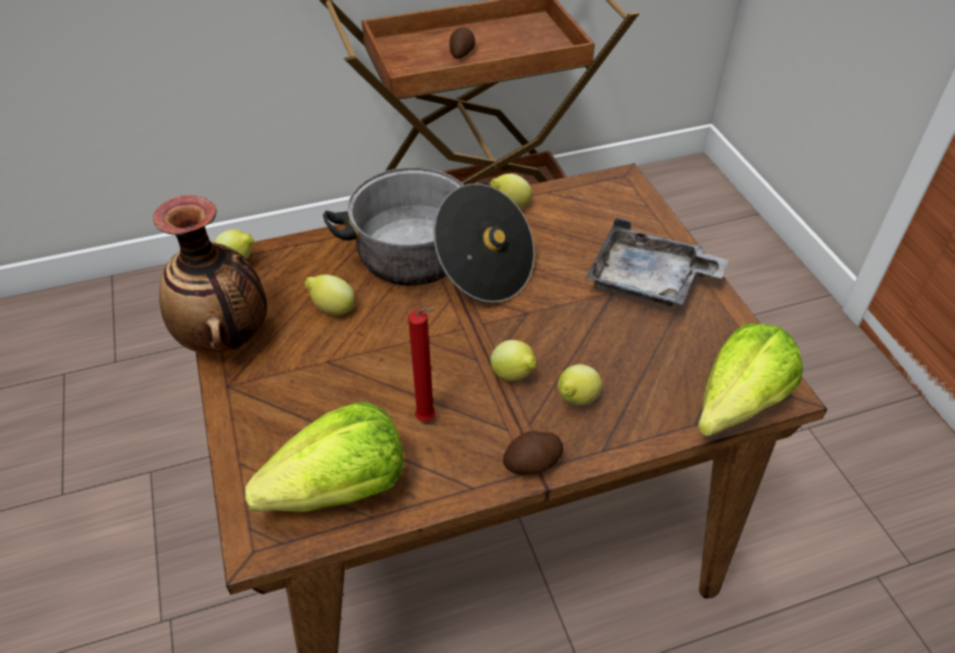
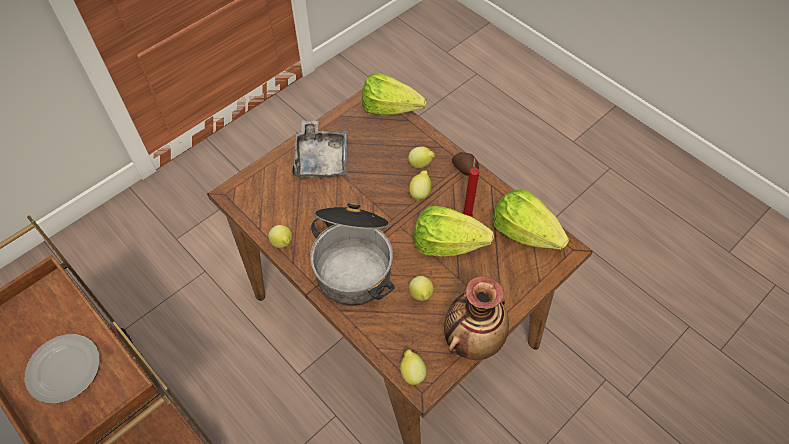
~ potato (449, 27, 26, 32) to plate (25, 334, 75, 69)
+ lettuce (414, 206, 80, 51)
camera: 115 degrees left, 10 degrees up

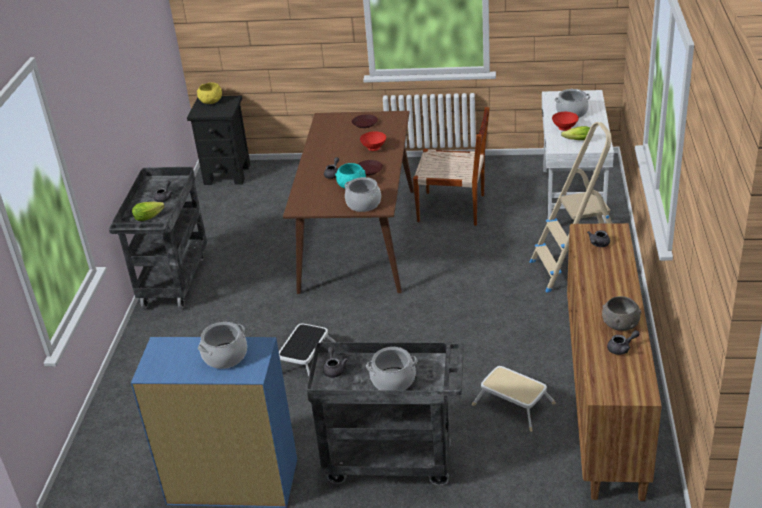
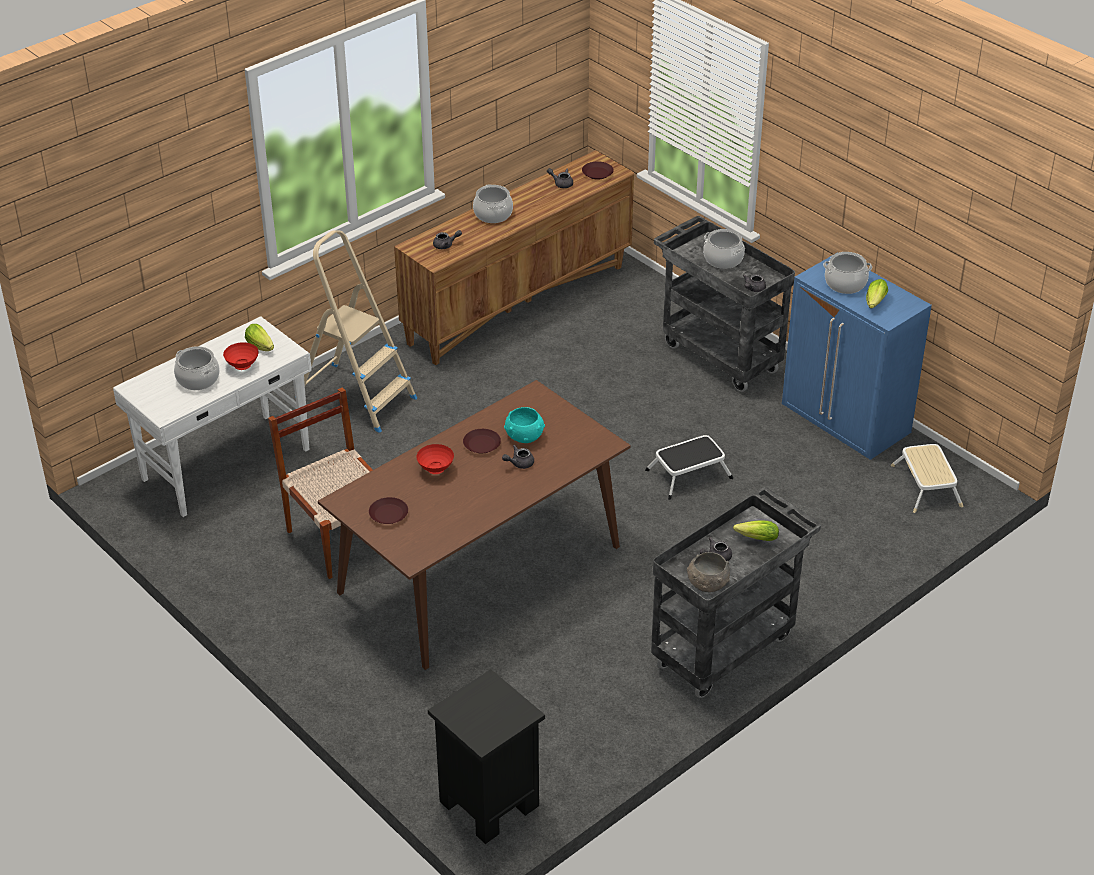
- bowl/yellow (197, 82, 25, 22)
~ cooking pot (345, 177, 36, 35) to (473, 184, 40, 39)
~ step ladder/beige (472, 366, 84, 66) to (890, 444, 73, 69)
~ bowl/grey (602, 296, 39, 35) to (687, 552, 43, 40)
+ plate/brown (582, 161, 31, 19)
+ lettuce (866, 279, 22, 29)
camera: 140 degrees left, 5 degrees up

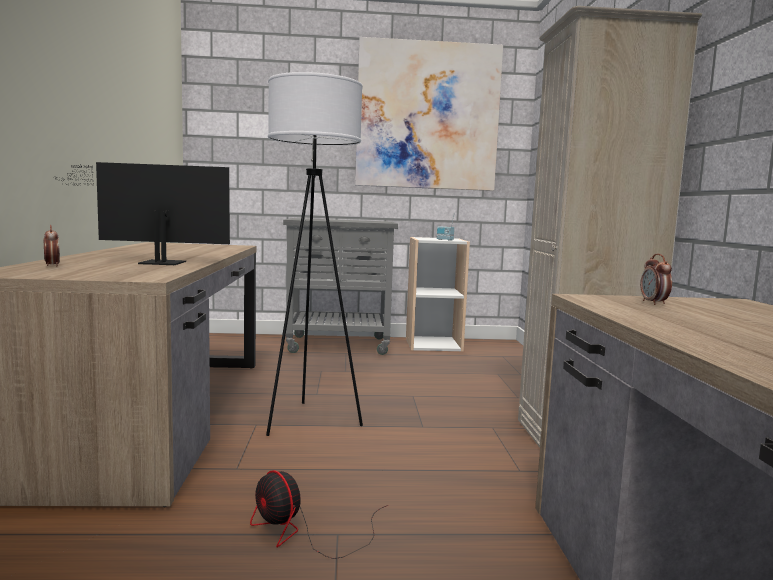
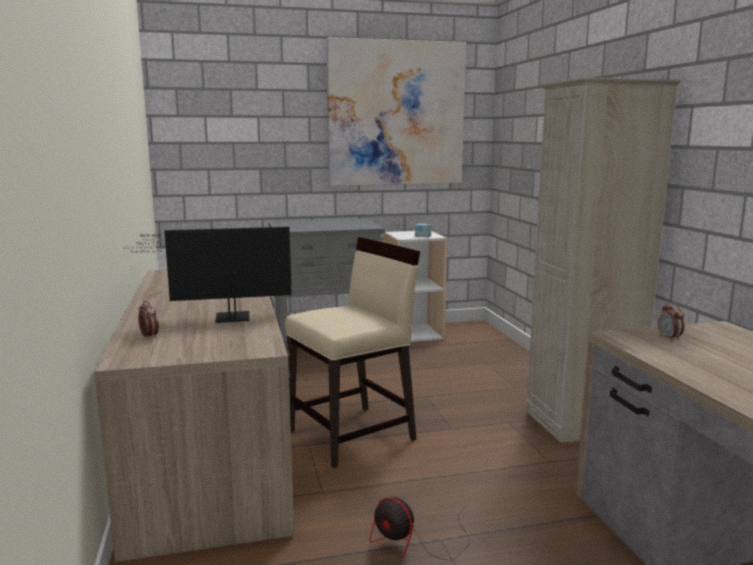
~ floor lamp/white (266, 72, 97, 364) to chair/beige (285, 237, 135, 231)
camera: 10 degrees left, 5 degrees up

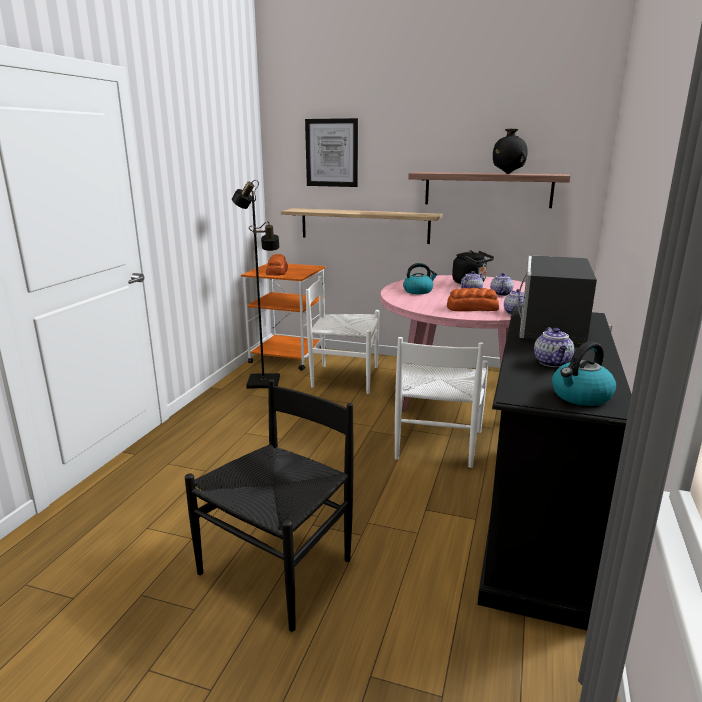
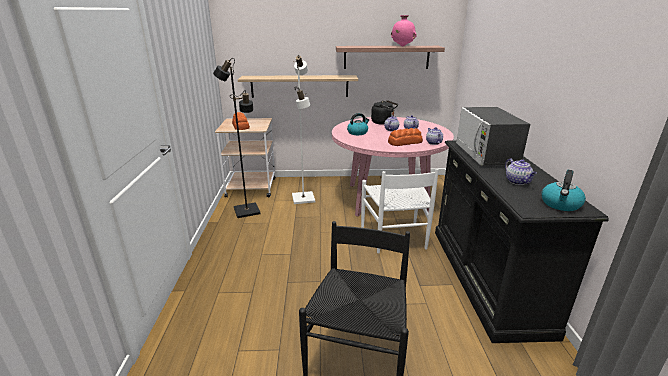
~ cart/orange (241, 263, 85, 108) to cart/beige (215, 118, 61, 79)
- picture (305, 118, 53, 69)
~ chair/white (306, 276, 73, 118) to floor lamp/white (292, 56, 23, 148)
~ vase/black (493, 129, 35, 45) to vase/pink (391, 15, 26, 31)
camera: 20 degrees left, 5 degrees up

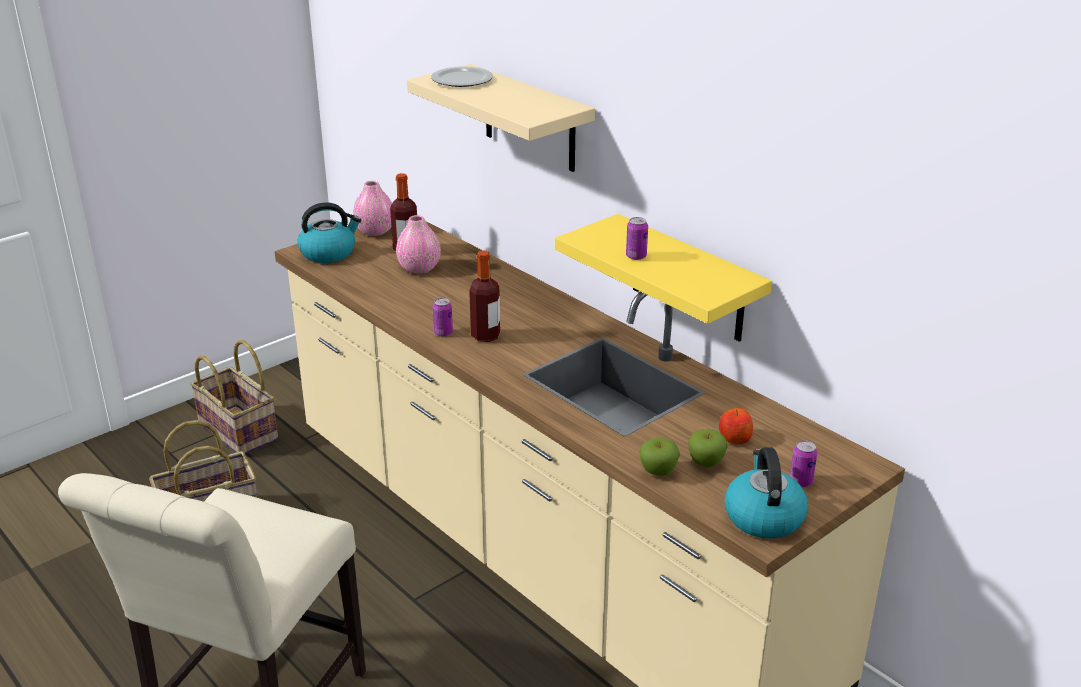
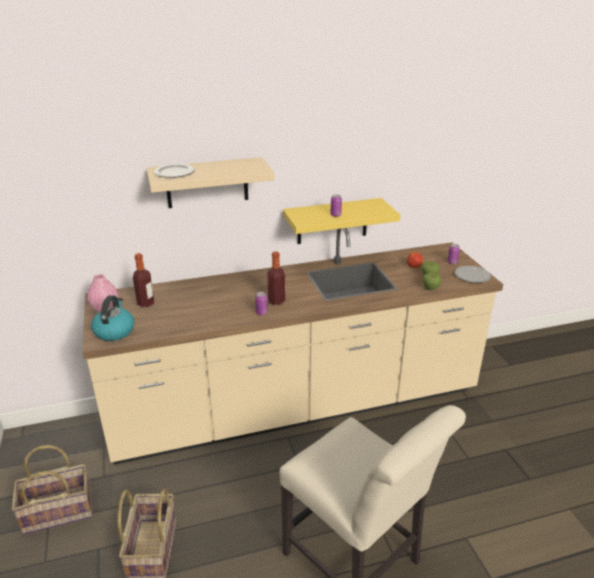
- vase/pink (396, 215, 45, 59)
~ kettle (725, 447, 83, 92) to plate (455, 266, 36, 17)
camera: 65 degrees left, 0 degrees up

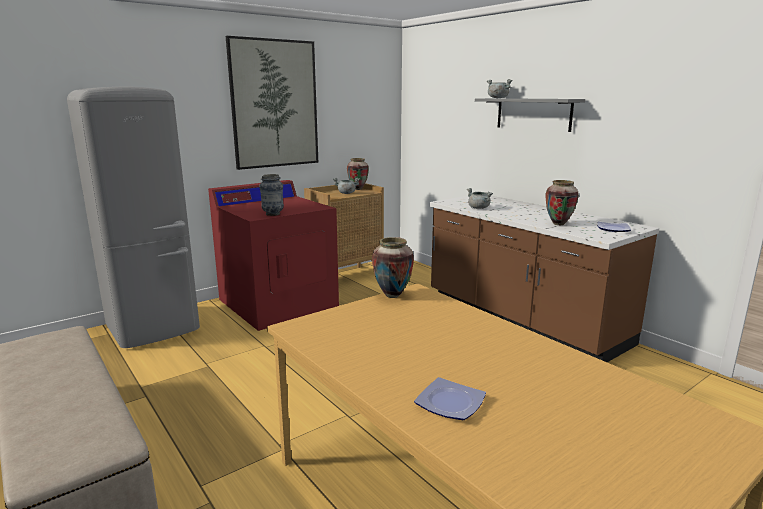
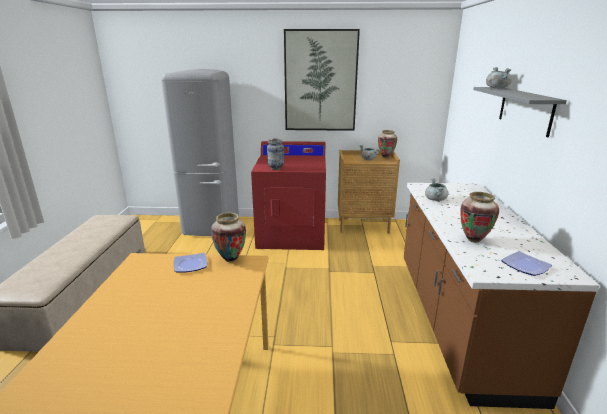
~ plate (414, 377, 72, 43) to (173, 253, 34, 20)
camera: 40 degrees right, 5 degrees up

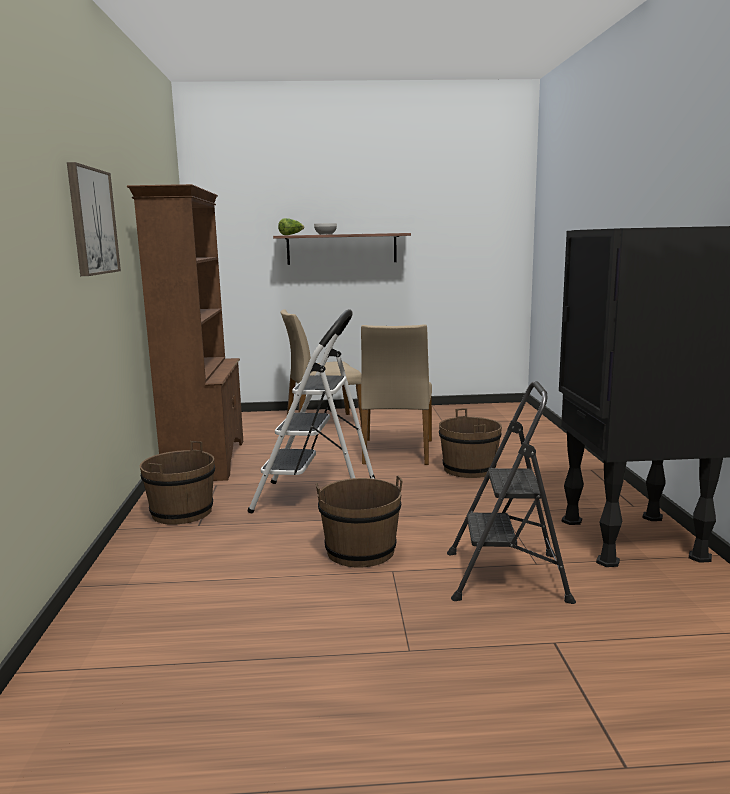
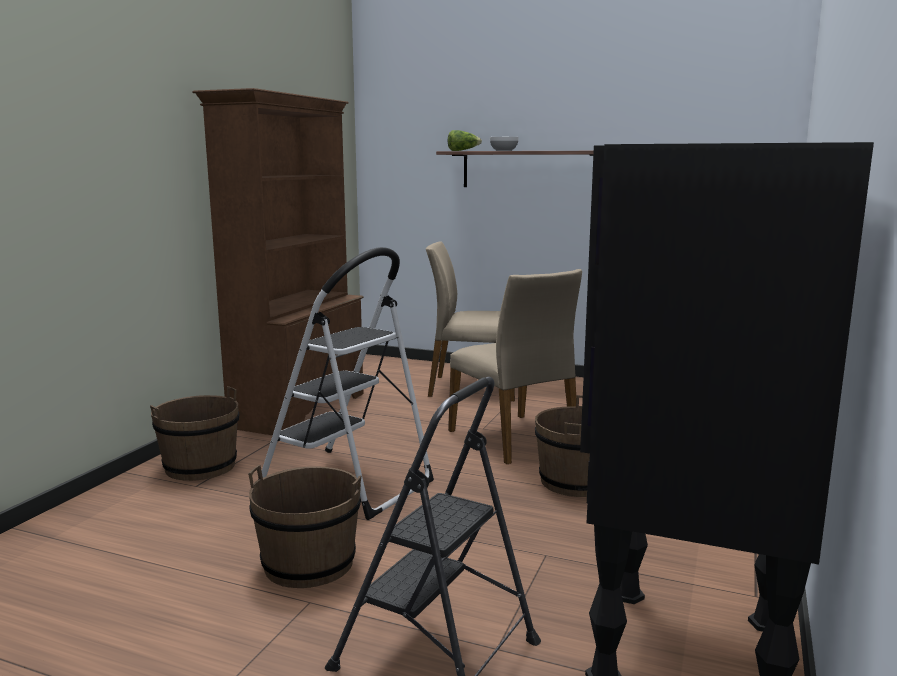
- picture (67, 162, 54, 114)
~ chair/beige (361, 324, 71, 141) = (448, 269, 134, 195) 60 degrees counterclockwise
camera: 25 degrees right, 0 degrees up

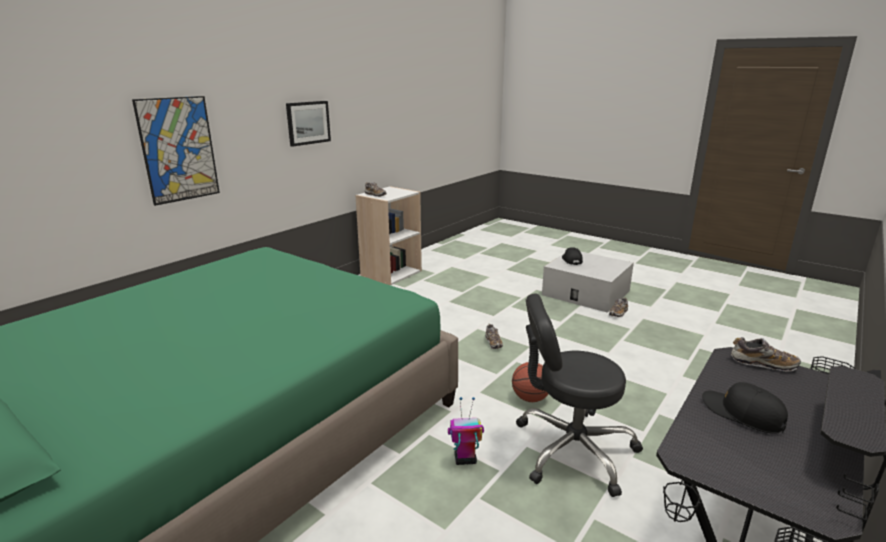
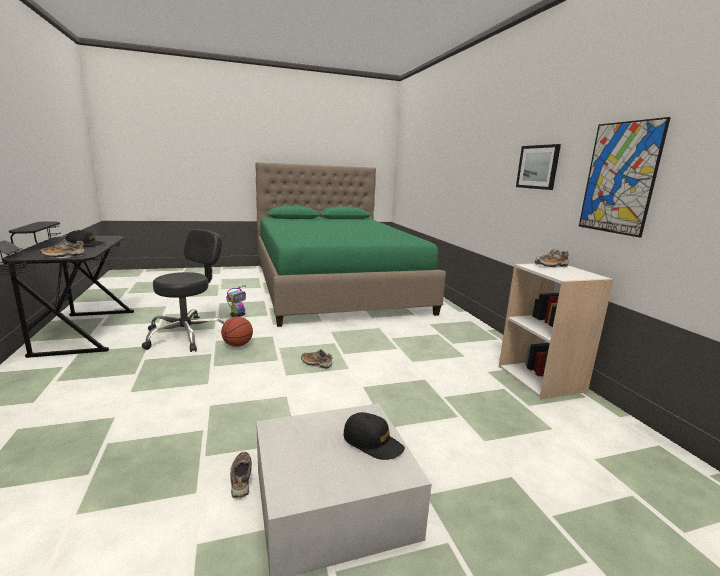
~ picture (132, 96, 88, 110) to (579, 117, 92, 121)
camera: 125 degrees right, 5 degrees down

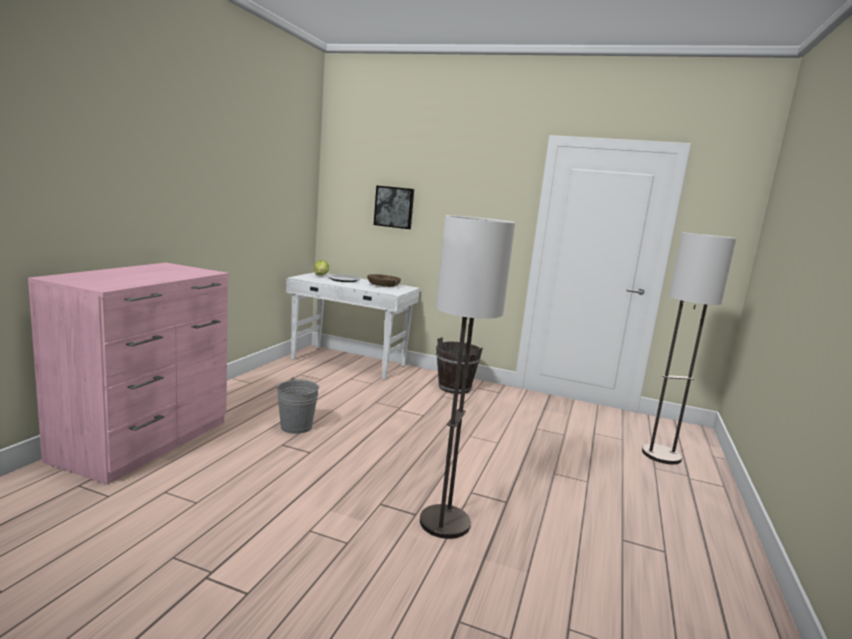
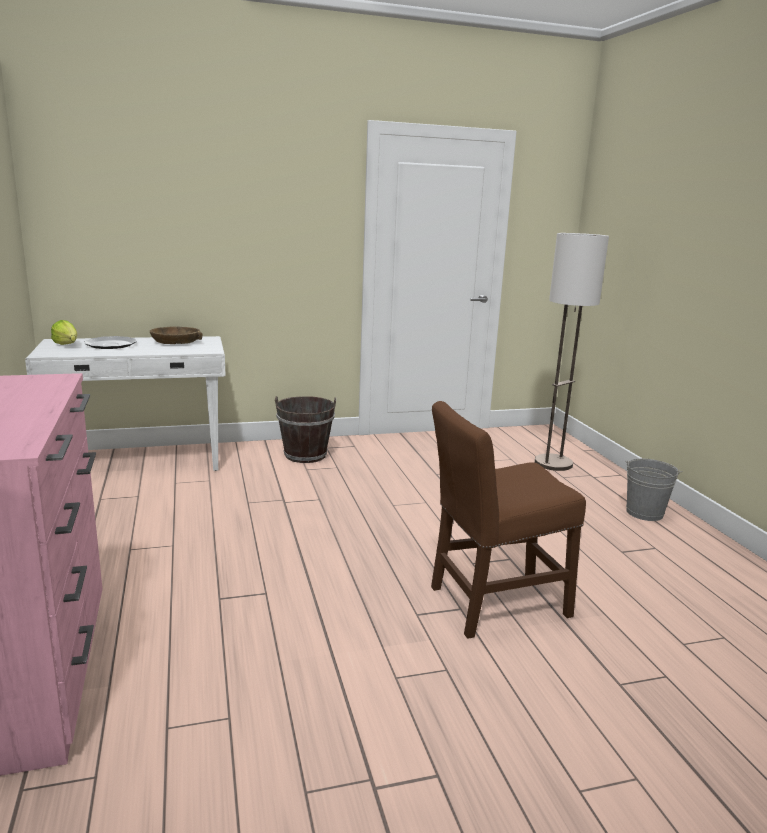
~ bucket/grey (277, 377, 42, 57) to (625, 458, 57, 63)
- picture (374, 185, 40, 44)
~ floor lamp (420, 215, 95, 324) to chair/brown (431, 401, 155, 238)
camera: 35 degrees left, 5 degrees up

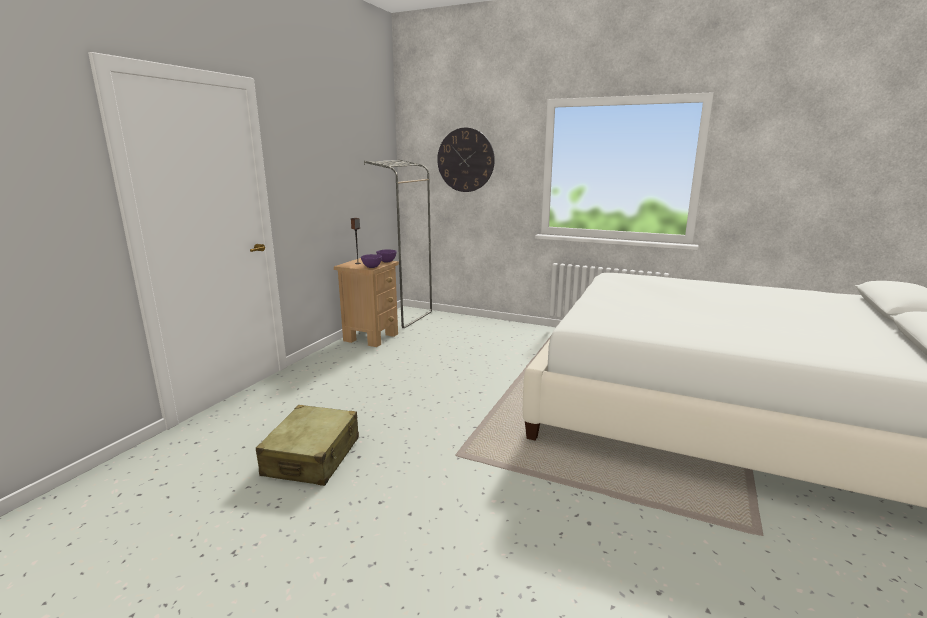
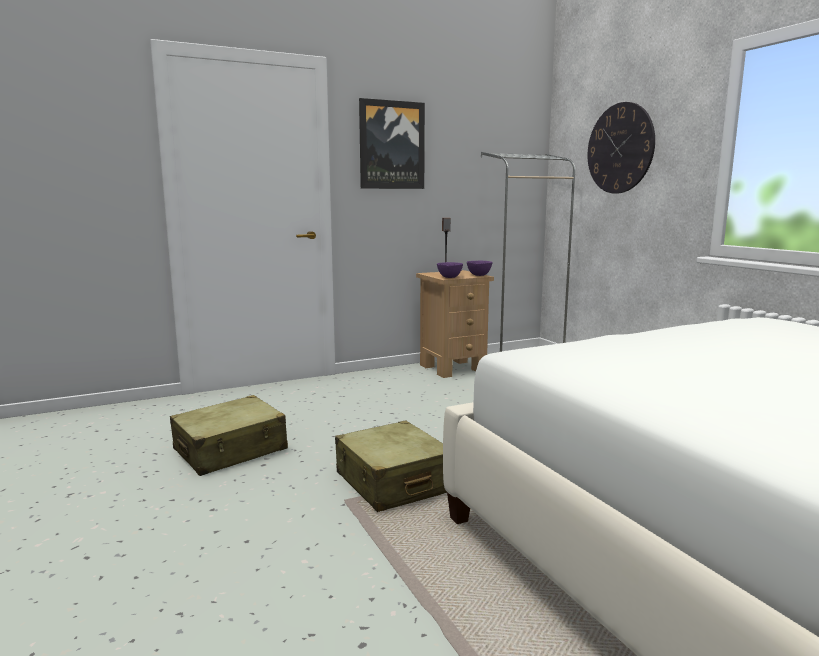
+ suitcase/beige (335, 420, 112, 92)
+ picture (359, 98, 66, 91)
camera: 40 degrees right, 5 degrees down

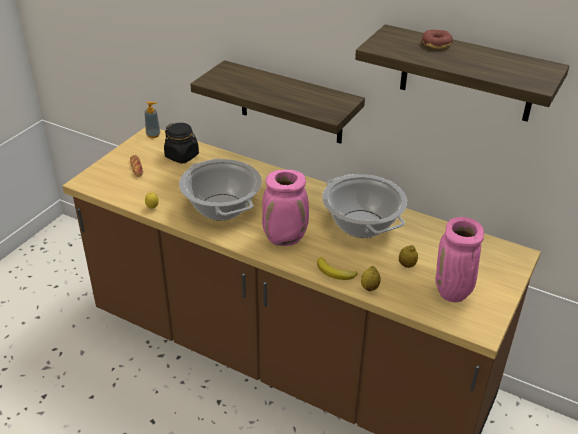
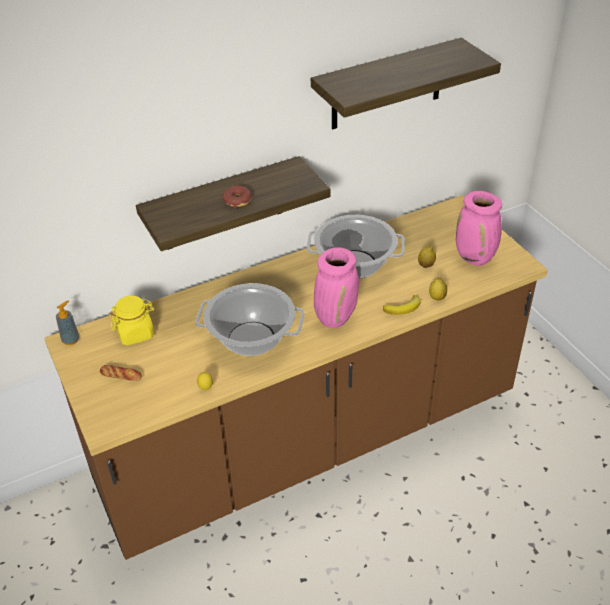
~ jar/black (164, 123, 35, 41) to jar/yellow (110, 296, 44, 49)
~ donut (422, 30, 31, 19) to (222, 185, 30, 23)
camera: 55 degrees left, 5 degrees up

